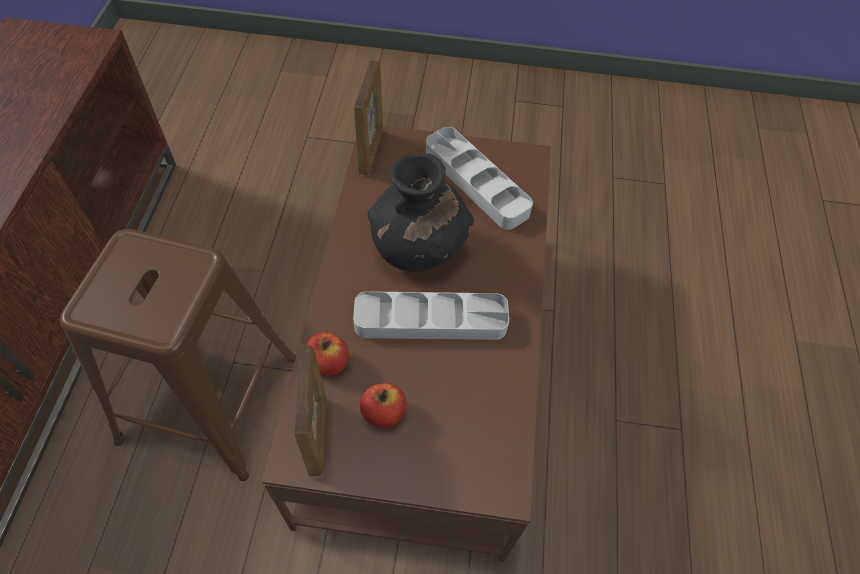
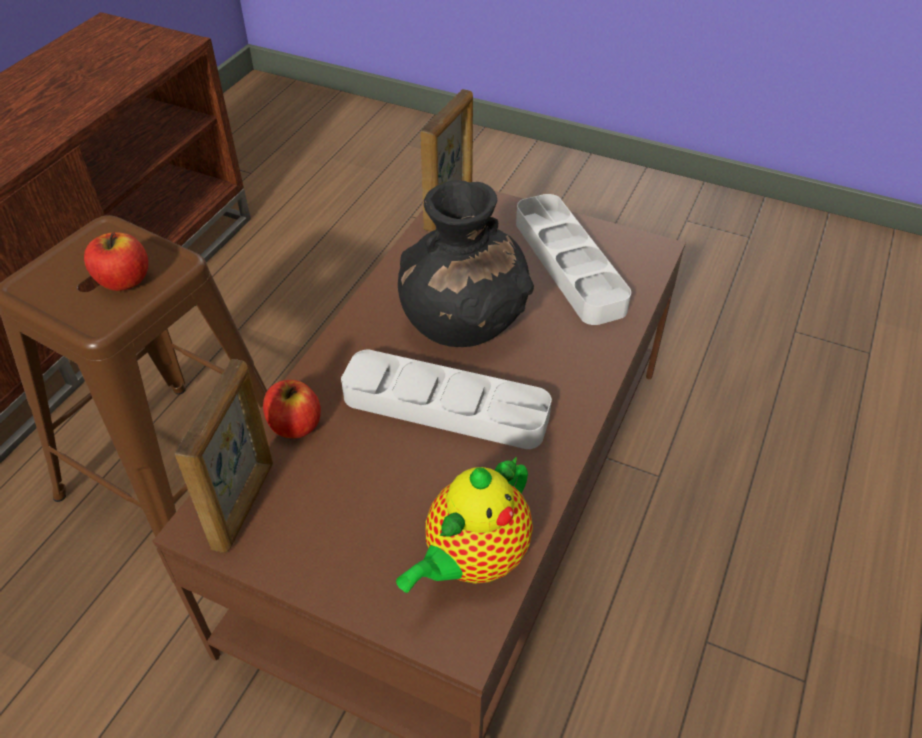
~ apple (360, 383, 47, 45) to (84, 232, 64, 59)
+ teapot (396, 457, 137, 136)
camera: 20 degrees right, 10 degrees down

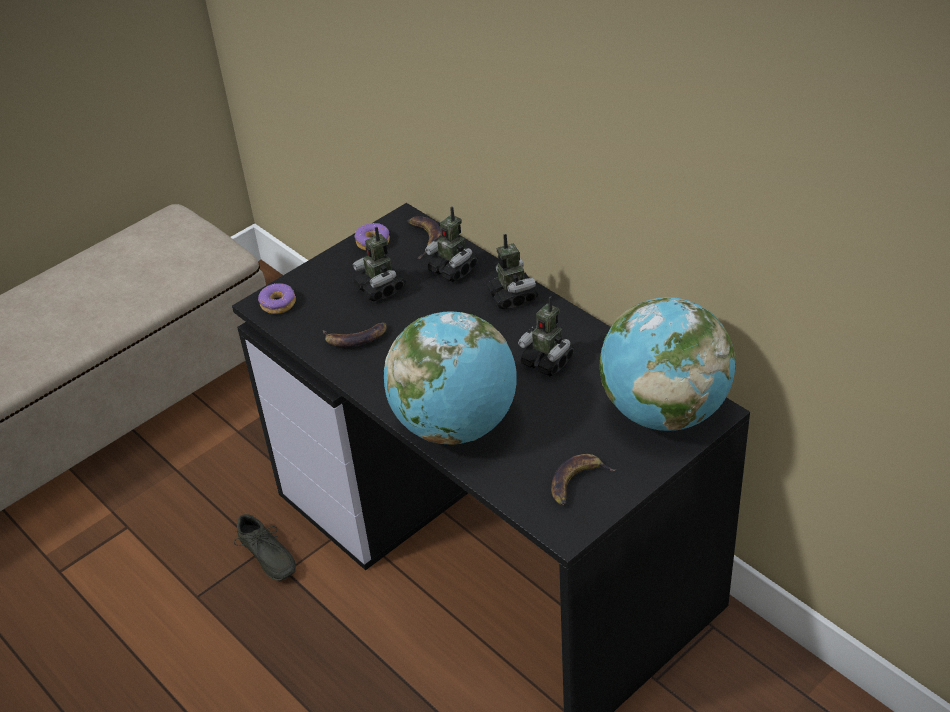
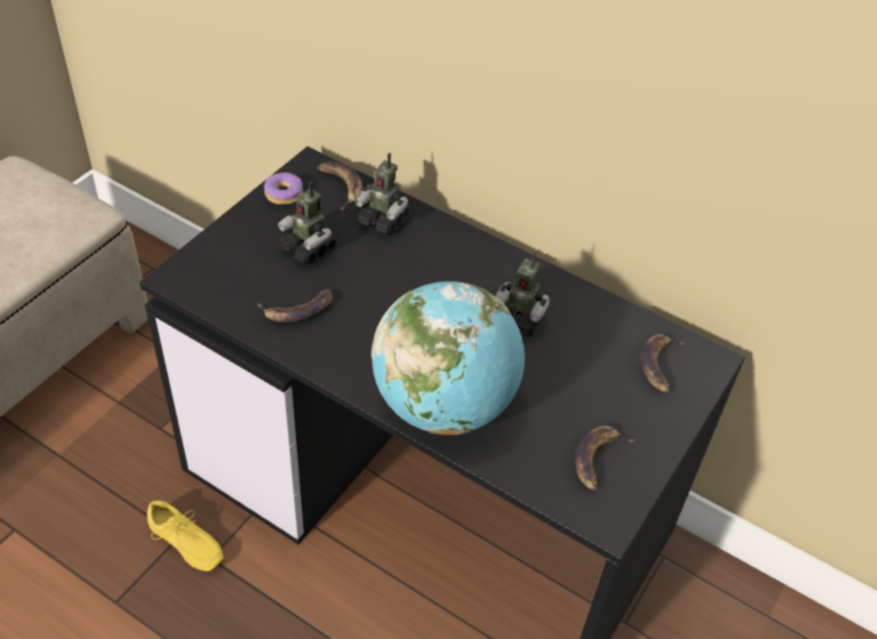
~ shoe/grey (234, 514, 62, 67) to shoe/yellow (147, 500, 77, 71)
- donut (258, 283, 38, 31)
- toy robot (487, 234, 51, 75)
~ globe (600, 297, 136, 134) to banana (641, 334, 44, 59)
camera: 20 degrees left, 5 degrees up

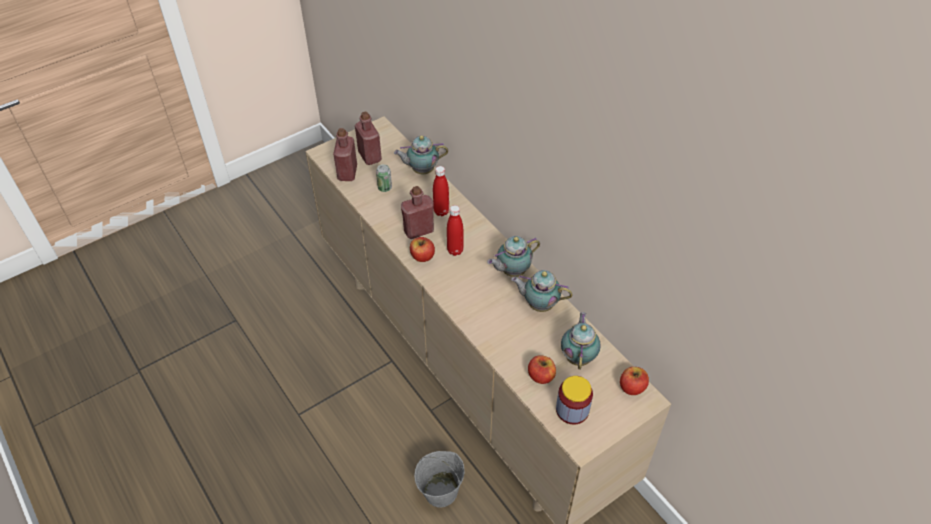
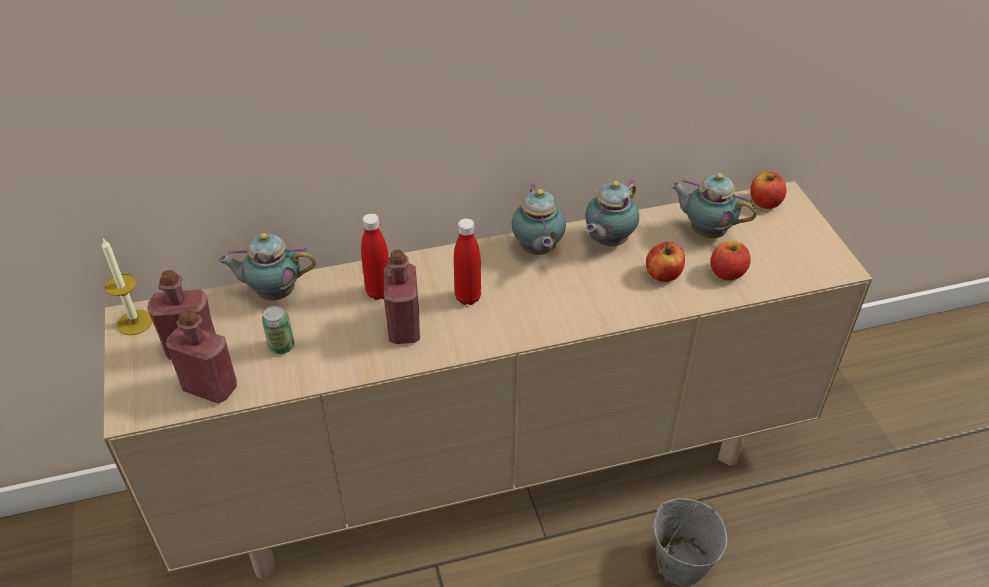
~ teapot (394, 136, 54, 38) = (218, 233, 98, 67) 75 degrees clockwise
~ apple (410, 237, 25, 25) to (646, 242, 39, 40)
- jar (556, 376, 37, 49)
+ candle (102, 238, 51, 97)
camera: 70 degrees left, 5 degrees down

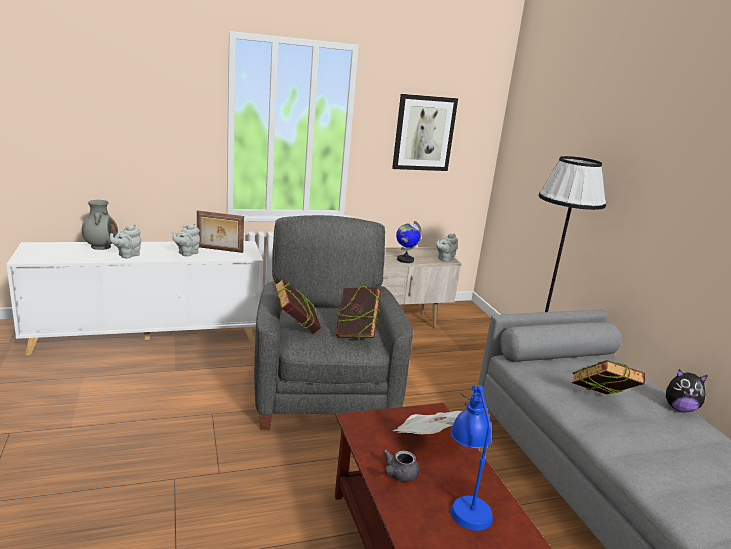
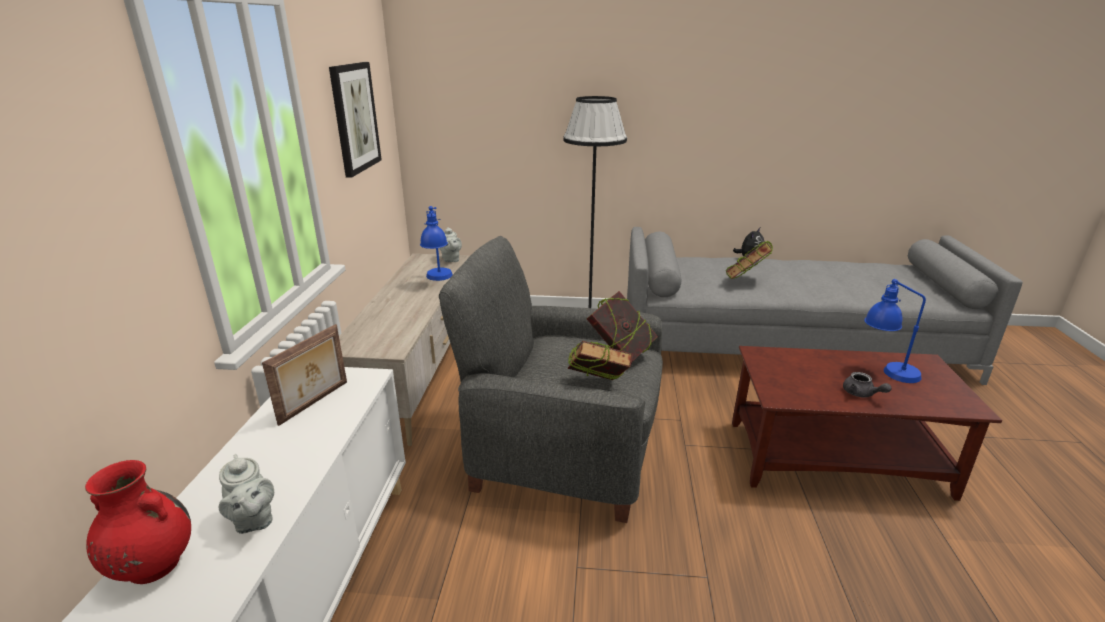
~ vase/grey (82, 200, 36, 50) to vase/red (85, 460, 106, 124)
- teapot/grey (173, 223, 27, 33)
- newspaper (393, 411, 69, 23)
~ globe (396, 221, 26, 42) to table lamp/blue (420, 206, 33, 75)
camera: 65 degrees left, 5 degrees up

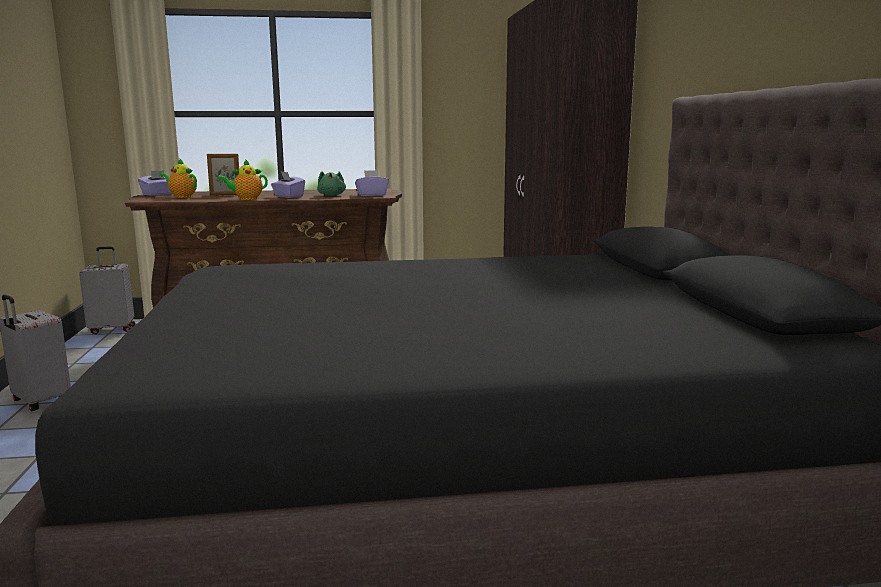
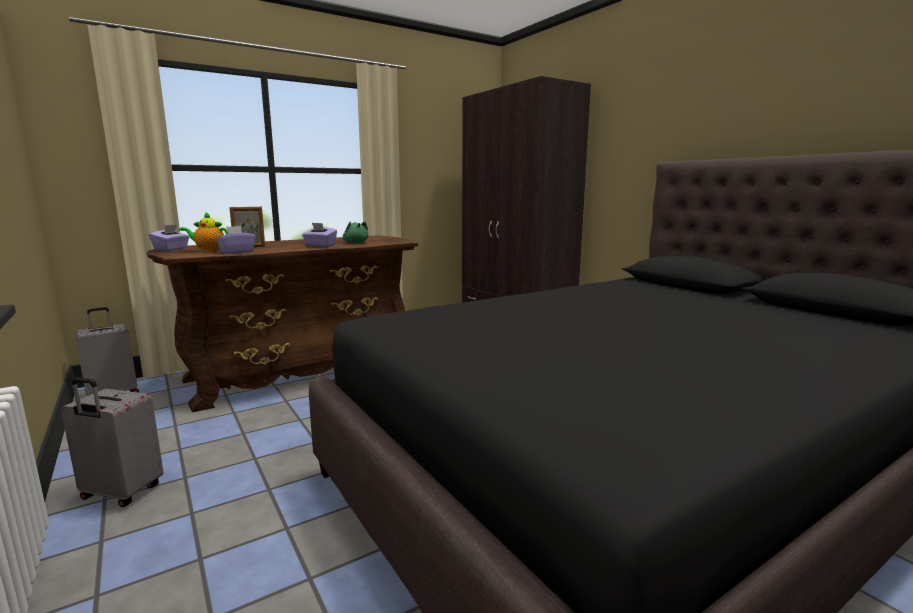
- teapot (217, 159, 51, 41)
~ tissue box/purple (355, 170, 34, 26) to (216, 226, 40, 28)
camera: 25 degrees left, 0 degrees up

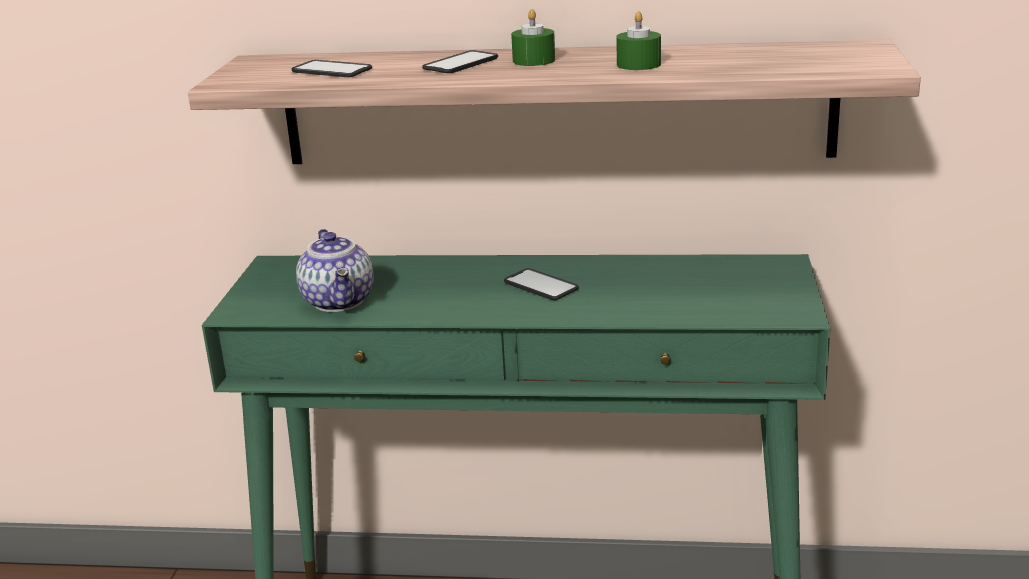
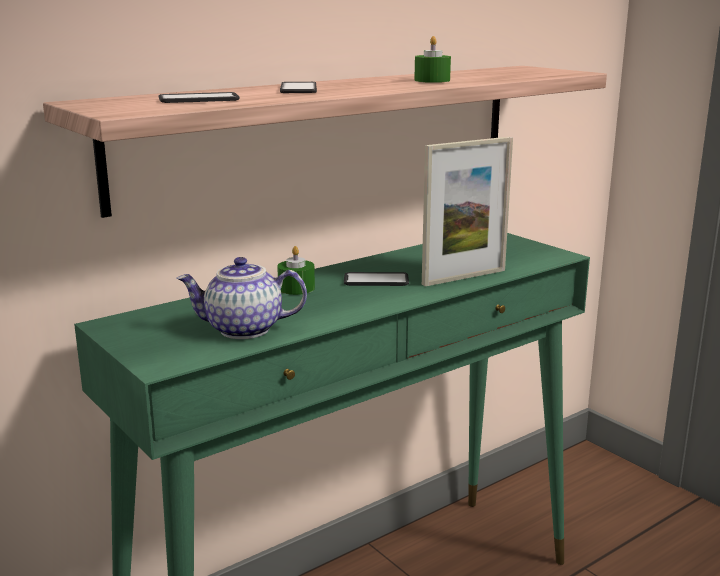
~ teapot (296, 229, 78, 83) = (176, 257, 131, 82) 150 degrees clockwise
~ candle/green (511, 9, 44, 57) to (277, 246, 38, 49)
+ picture frame (422, 137, 91, 149)
camera: 45 degrees left, 5 degrees down

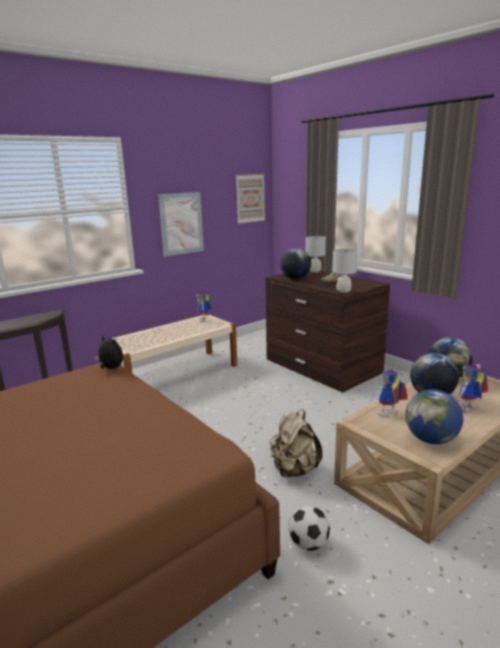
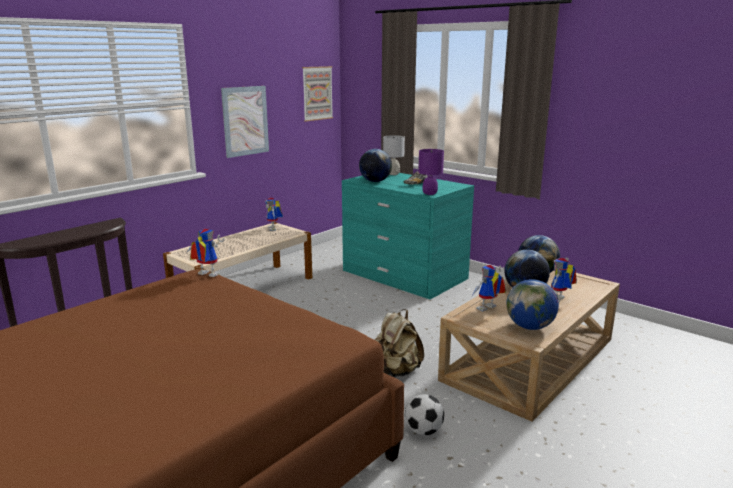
~ plush toy (94, 335, 29, 34) to toy robot (186, 229, 38, 48)
~ dresser/brown (265, 271, 125, 122) to dresser/turquoise (342, 173, 132, 126)
~ table lamp/grey (333, 249, 25, 44) to table lamp/purple (418, 149, 26, 46)
camera: 10 degrees left, 0 degrees up

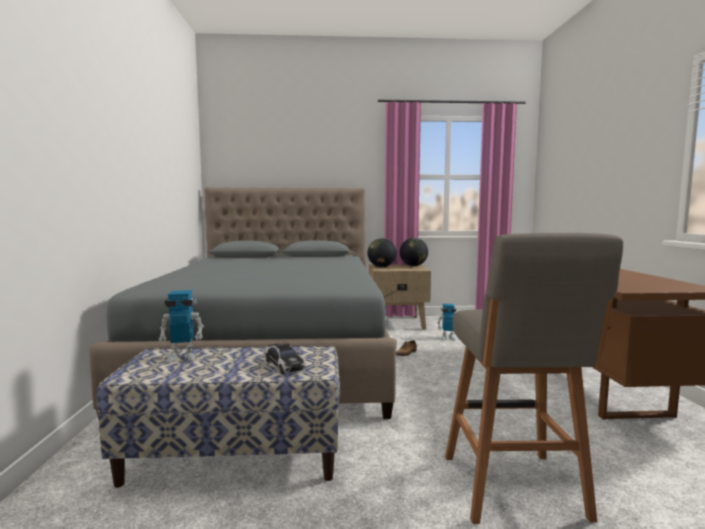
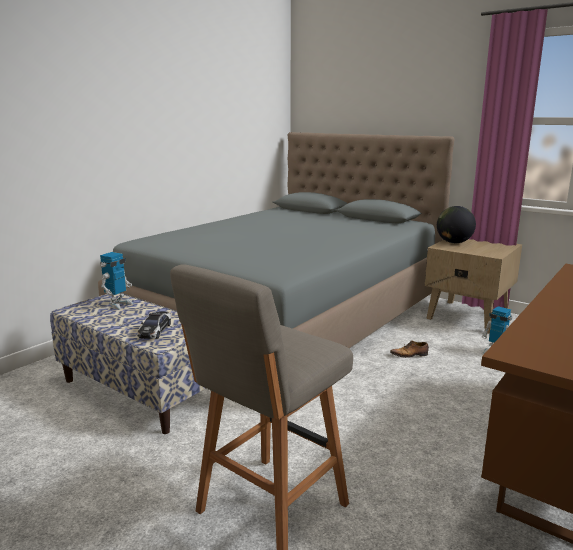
~ toy robot (158, 290, 46, 73) = (100, 252, 33, 58) 90 degrees counterclockwise
- globe (400, 238, 28, 28)
camera: 40 degrees right, 10 degrees up

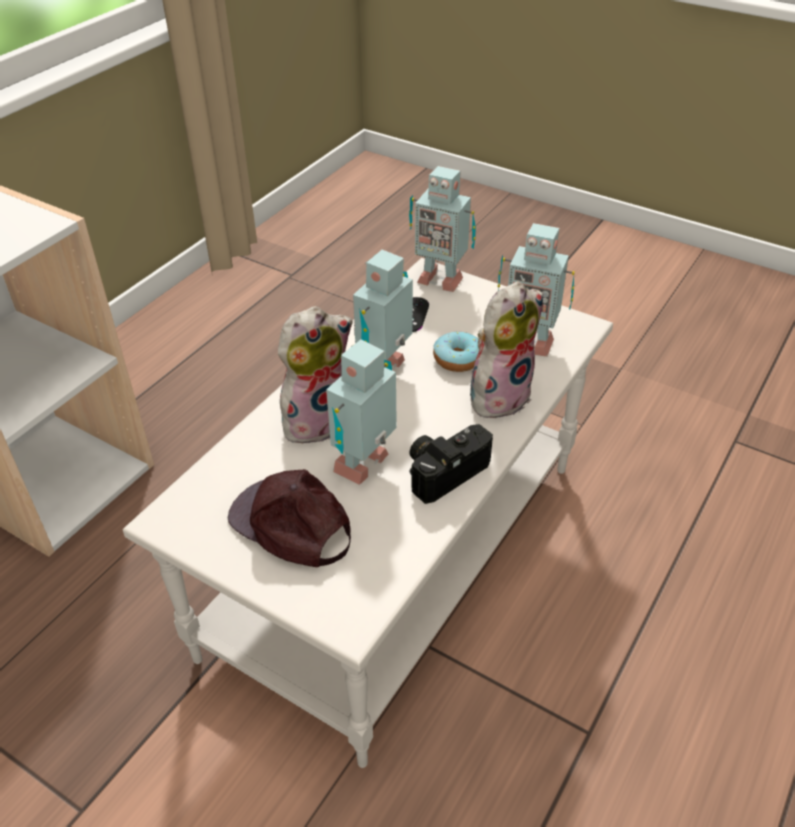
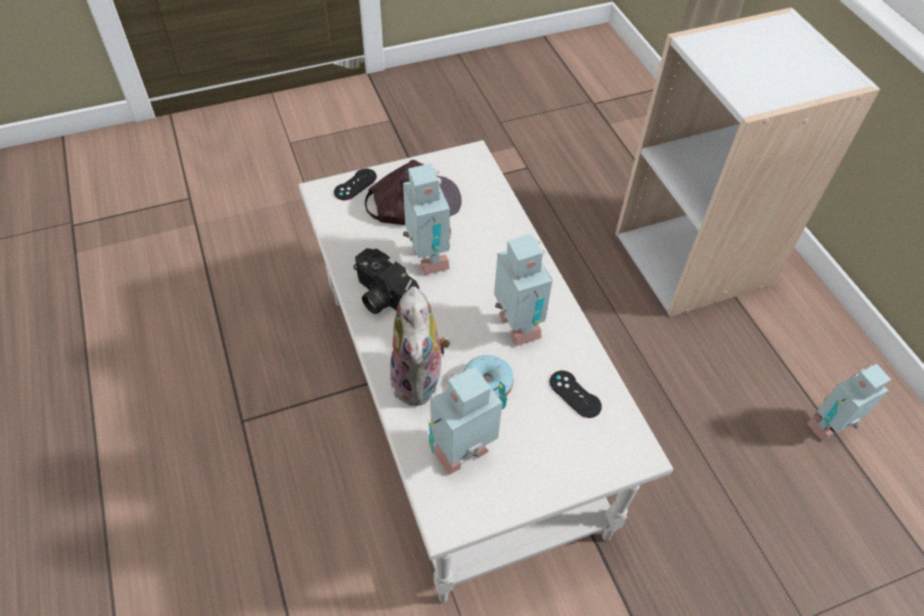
- plush toy (278, 306, 75, 138)
~ toy robot (409, 166, 67, 126) to (806, 364, 85, 77)
~ photo camera (409, 424, 84, 80) = (353, 248, 67, 66) 135 degrees clockwise
+ game controller/black (334, 169, 43, 31)
camera: 125 degrees right, 10 degrees up

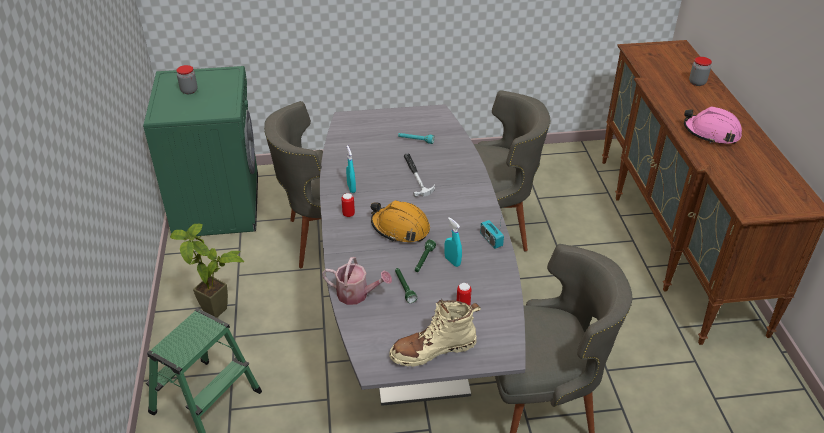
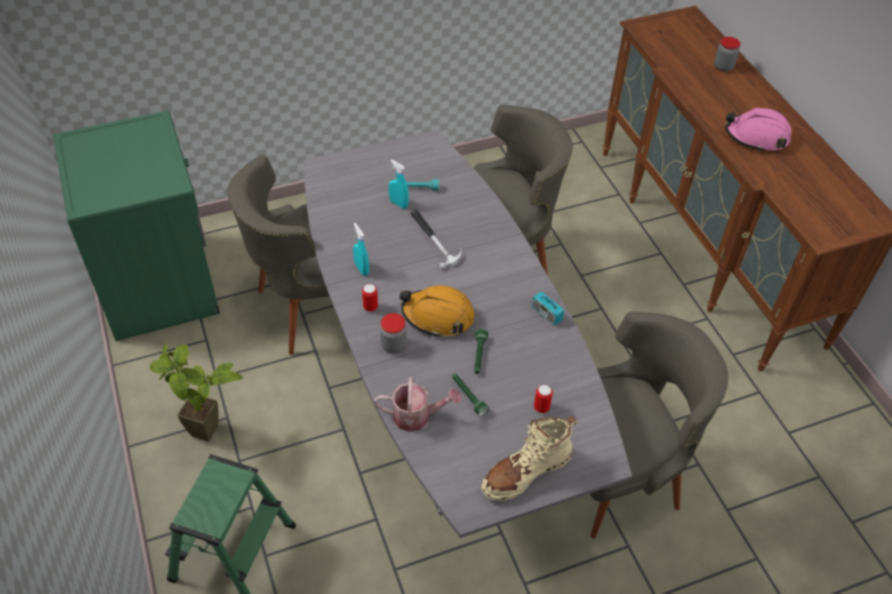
~ jar (176, 65, 21, 29) to (380, 313, 27, 41)
~ spray bottle/turquoise (444, 217, 18, 50) to (389, 159, 20, 50)
camera: 15 degrees left, 10 degrees up

